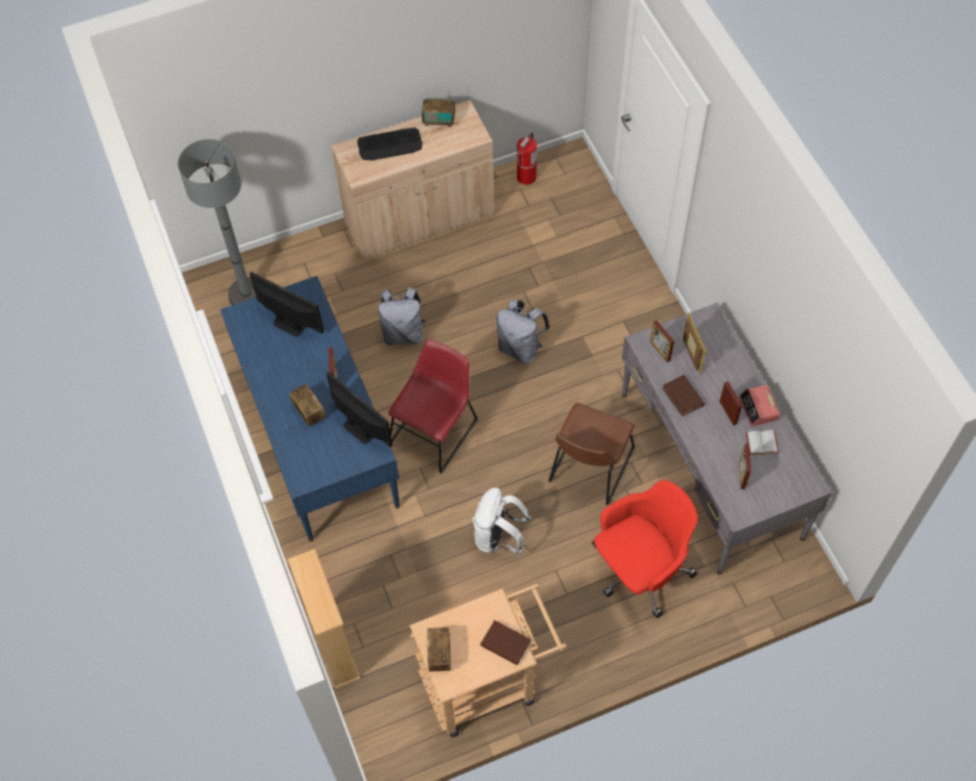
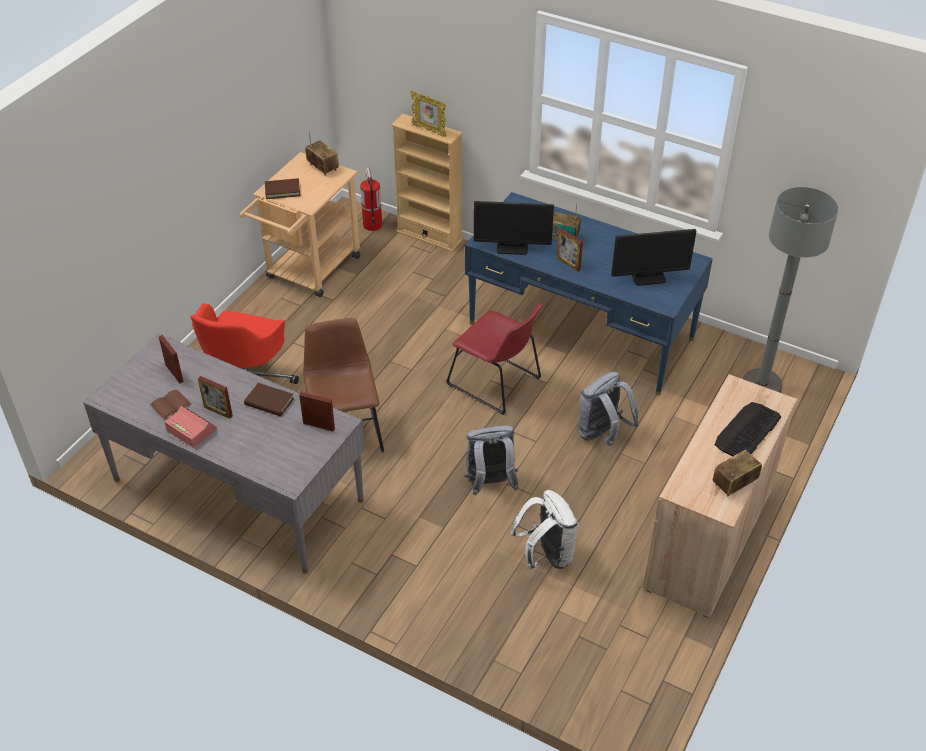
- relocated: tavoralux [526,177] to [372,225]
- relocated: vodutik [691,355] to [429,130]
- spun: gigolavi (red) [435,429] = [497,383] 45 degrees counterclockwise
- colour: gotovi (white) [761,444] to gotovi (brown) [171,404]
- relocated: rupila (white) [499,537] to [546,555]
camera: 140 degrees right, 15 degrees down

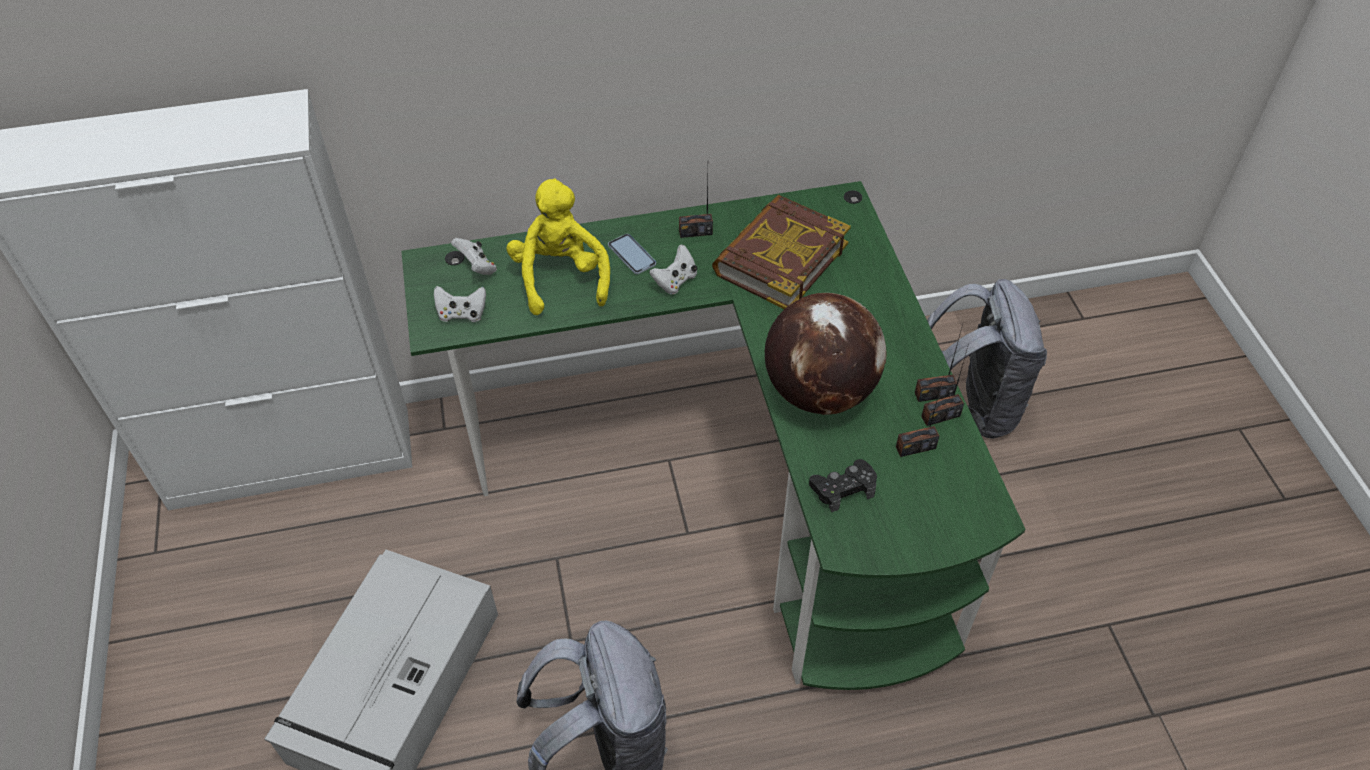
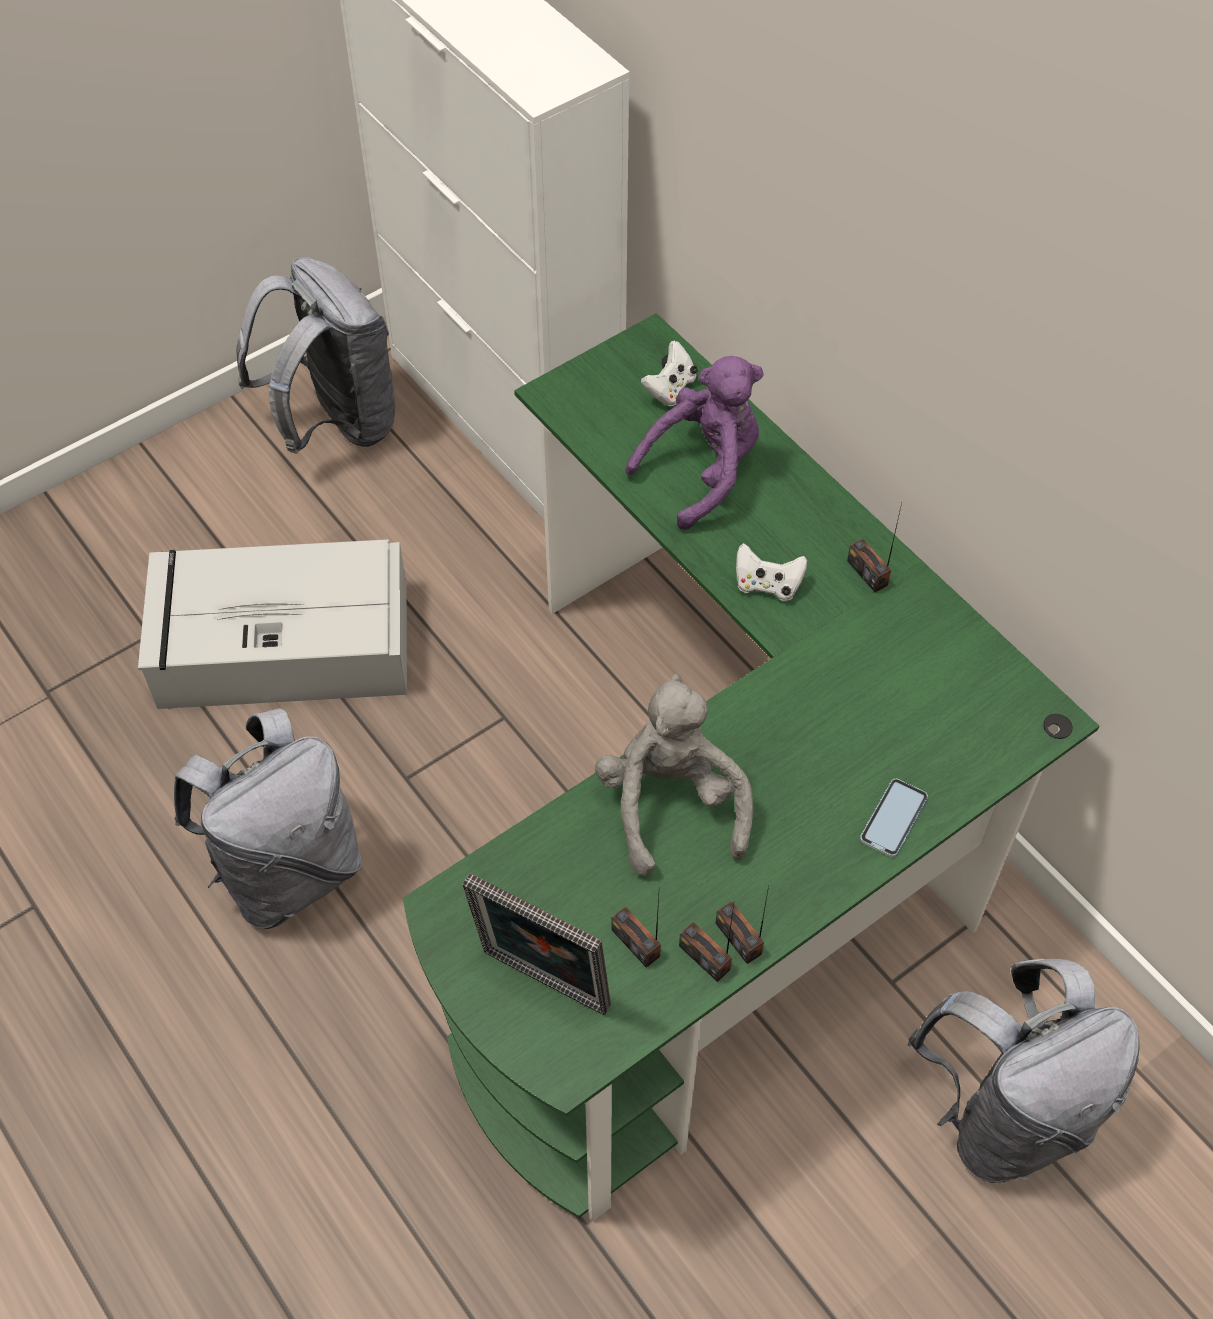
- colour: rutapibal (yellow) [561,277] to rutapibal (purple) [703,471]
- missing: gotovi [780,259]
- relocated: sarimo [632,255] to [893,818]
- missing: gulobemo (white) [462,314]
- exchanged: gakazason [819,391] to rutapibal (grey) [671,804]
- missing: gulobemo (black) [843,488]
- appeared: rupila (grey) [335,423]
- appeared: vodutik [542,986]
camera: 65 degrees right, 5 degrees up

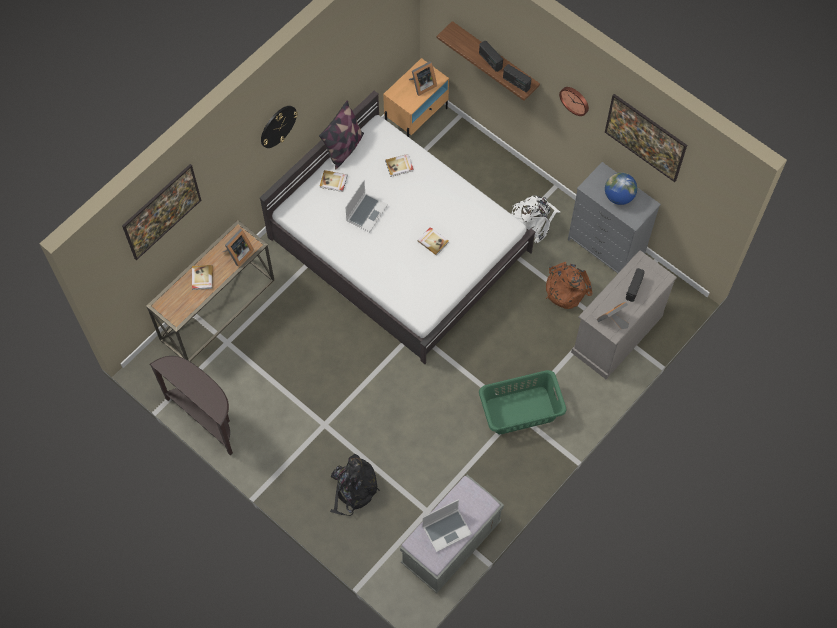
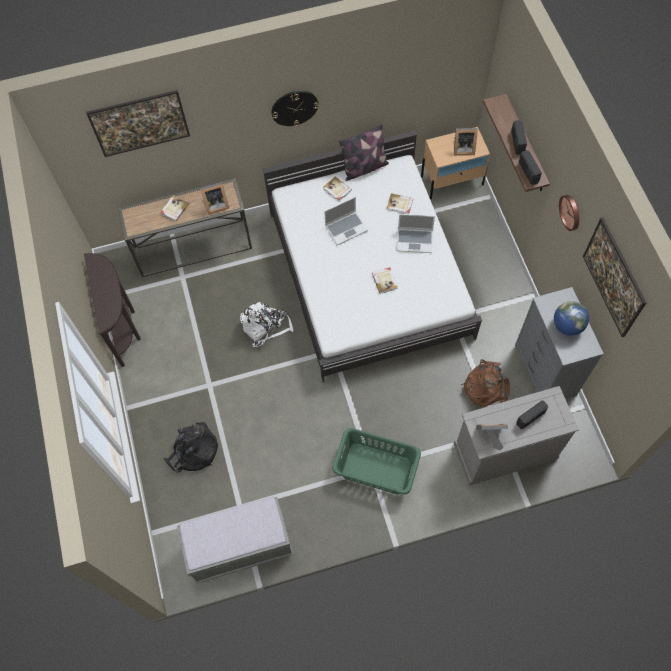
- relocated: rupila (white) [533,221] to [265,326]
- relocated: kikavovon [447,529] to [415,240]
camera: 35 degrees right, 0 degrees up

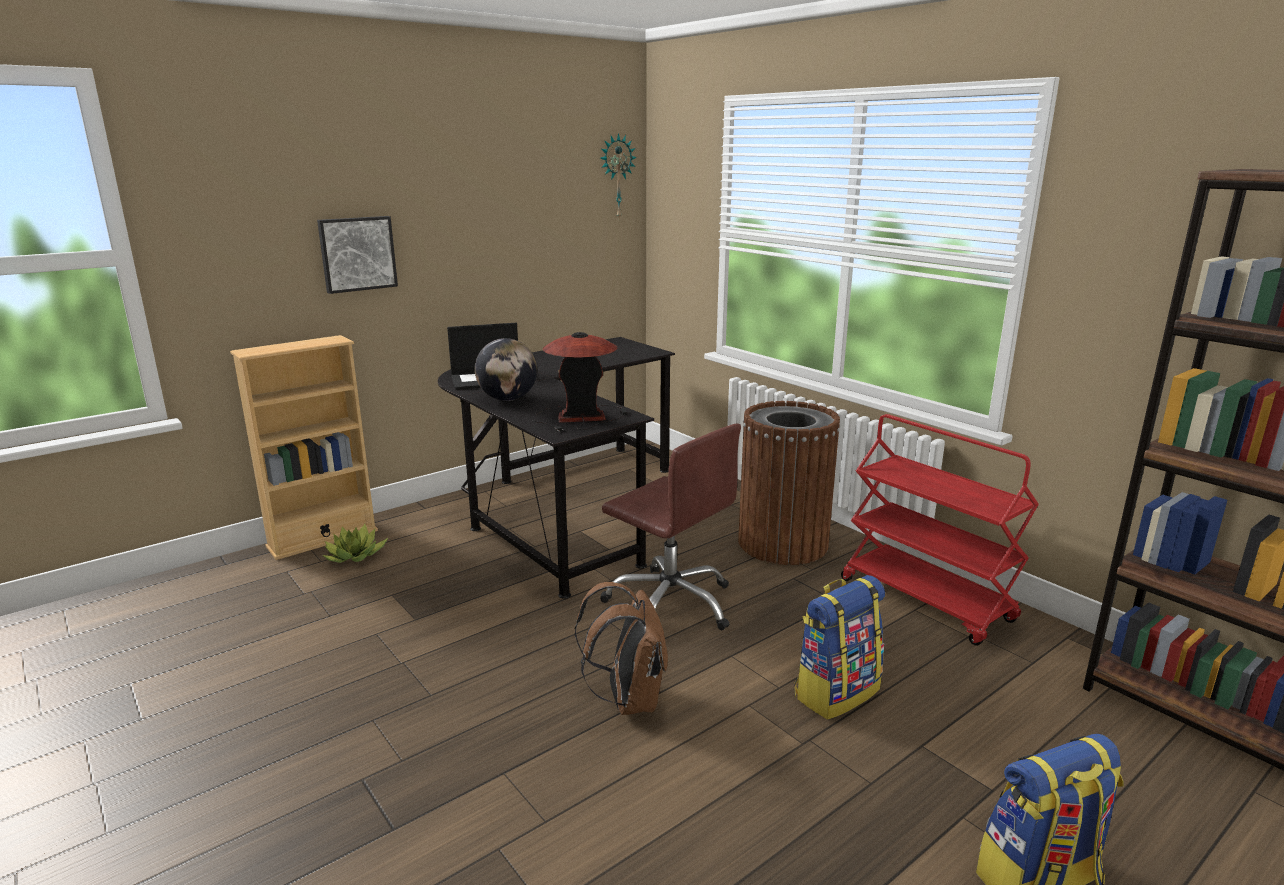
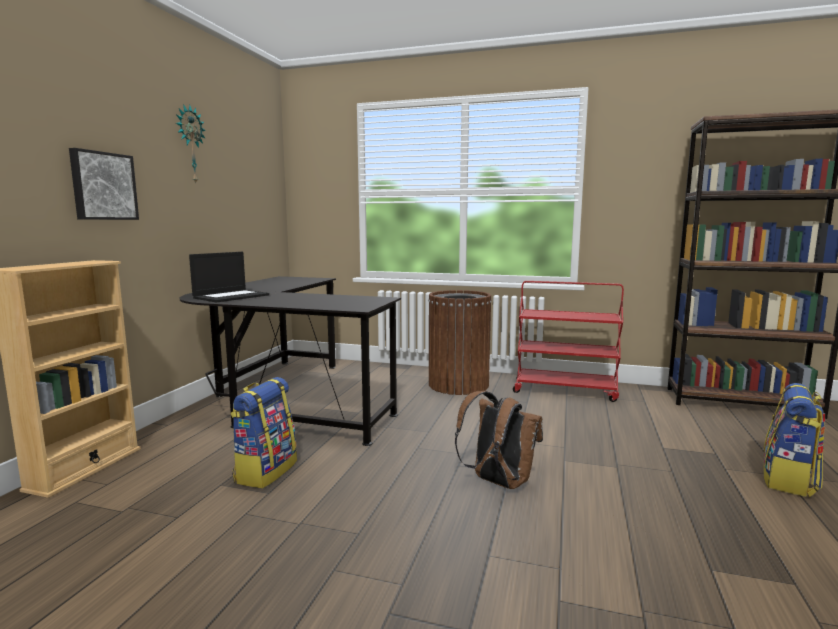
- relocated: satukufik [616,177] to [189,144]
- missing: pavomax [580,417]
- missing: gakazason [507,399]
- missing: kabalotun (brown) [670,603]
- missing: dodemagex [355,555]
- relocated: rupila [835,692] to [265,471]
camera: 35 degrees left, 10 degrees down

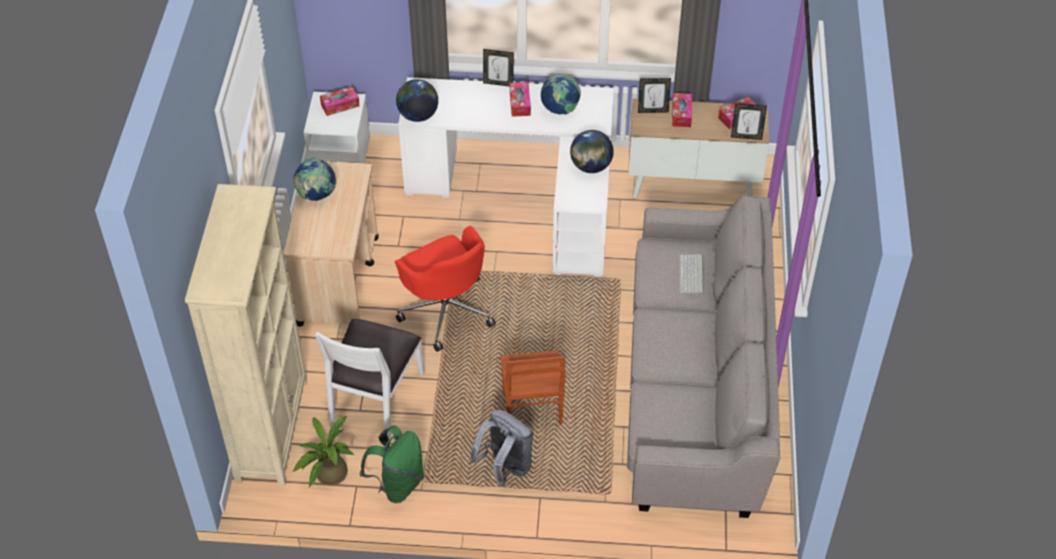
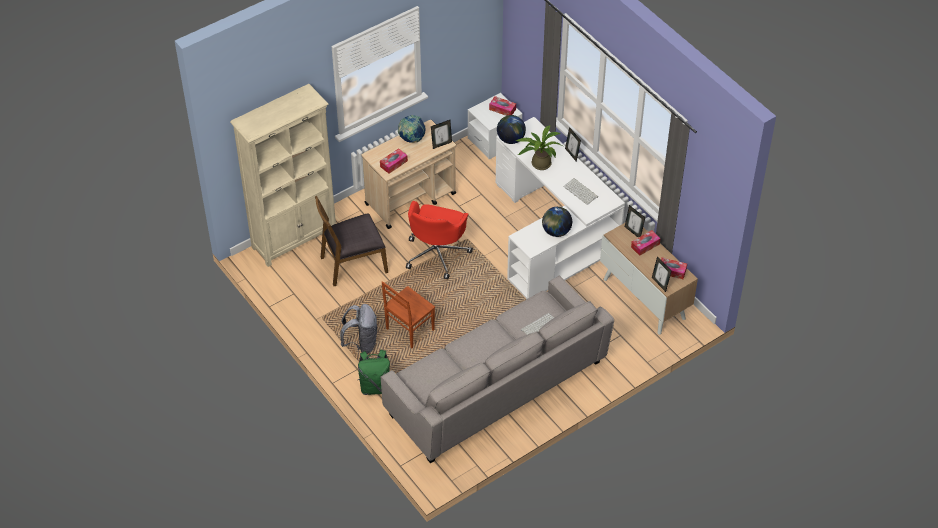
- exchanged: gakazason [560,109] to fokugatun [581,191]
- relocated: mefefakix [520,103] to [393,164]
- colour: gigolavi (white) [375,397] to gigolavi (brown) [353,264]
- relocated: dodemagex [328,475] to [538,163]
- relocated: rupila (green) [398,484] to [375,386]
- appeared: vodutik [441,144]
camera: 50 degrees right, 0 degrees up

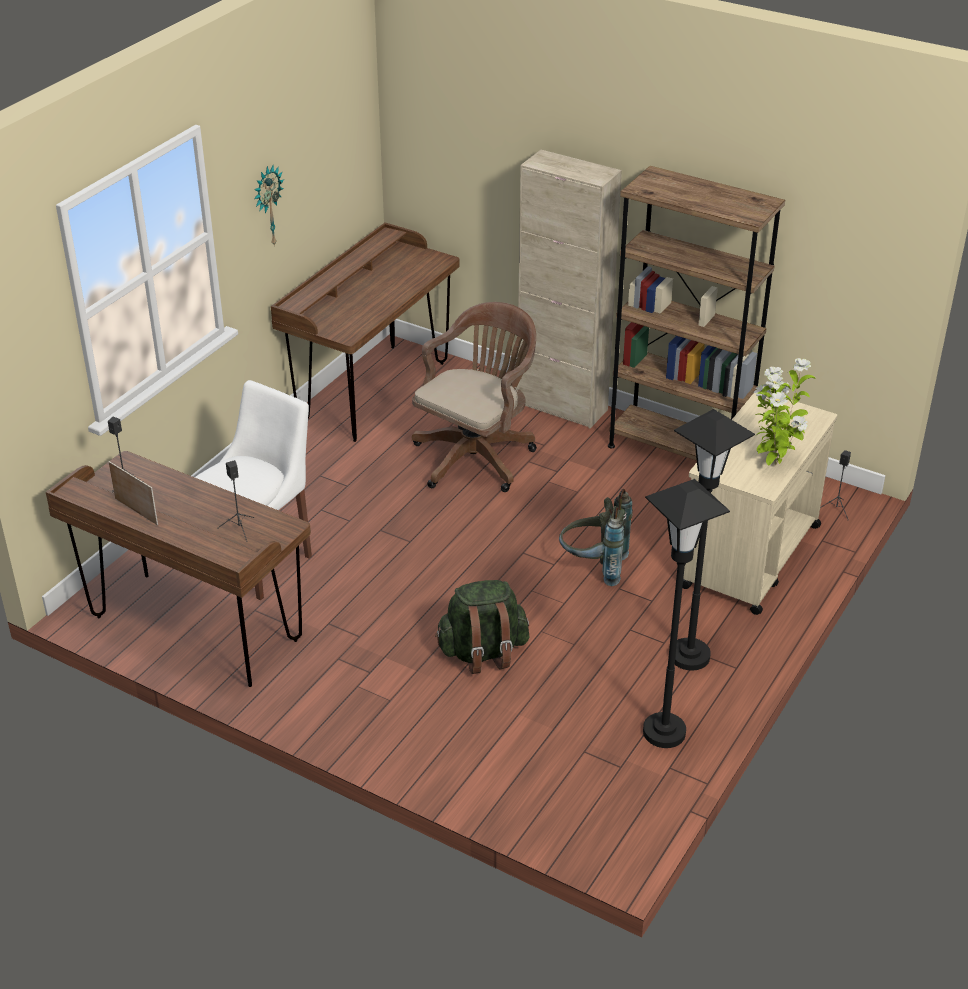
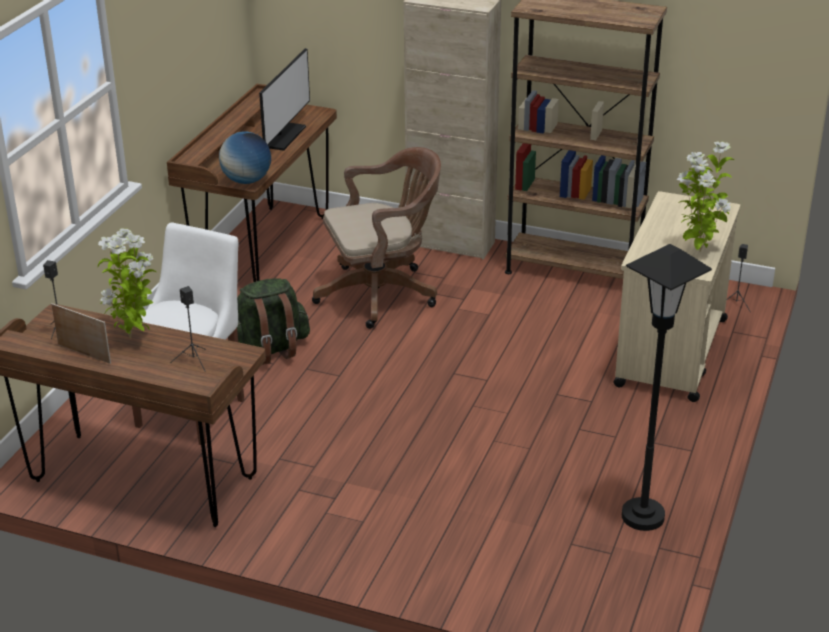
- missing: satukufik [267,206]
- spun: kabalotun (brown) [477,456] = [382,293] 45 degrees clockwise
- missing: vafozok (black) [689,656]
- missing: rupila (grey) [594,567]
- relocated: rupila (green) [483,653] to [270,349]
- appeared: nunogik [283,136]
- appeared: gakazason [246,181]
- appeared: dodemagex [132,338]
camera: 10 degrees left, 5 degrees down

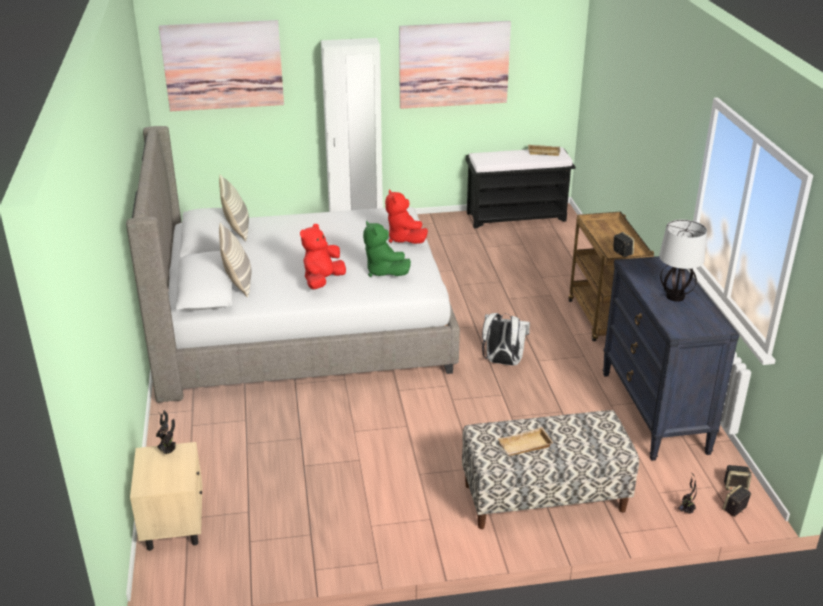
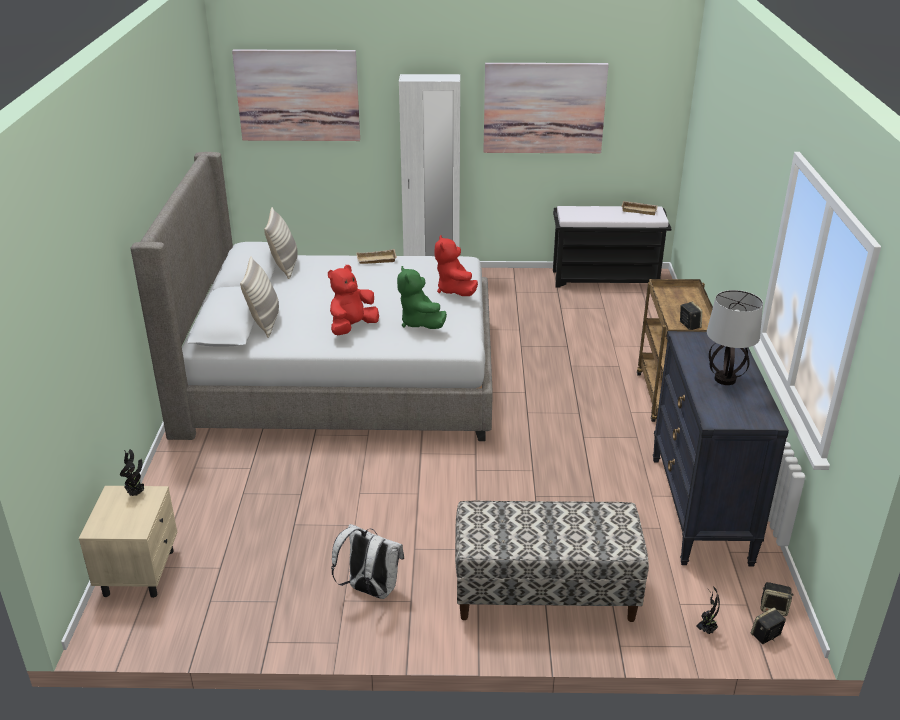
- relocated: rupila (white) [502,362] to [370,590]
- relocated: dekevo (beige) [524,447] to [376,260]
camera: 10 degrees right, 0 degrees up

